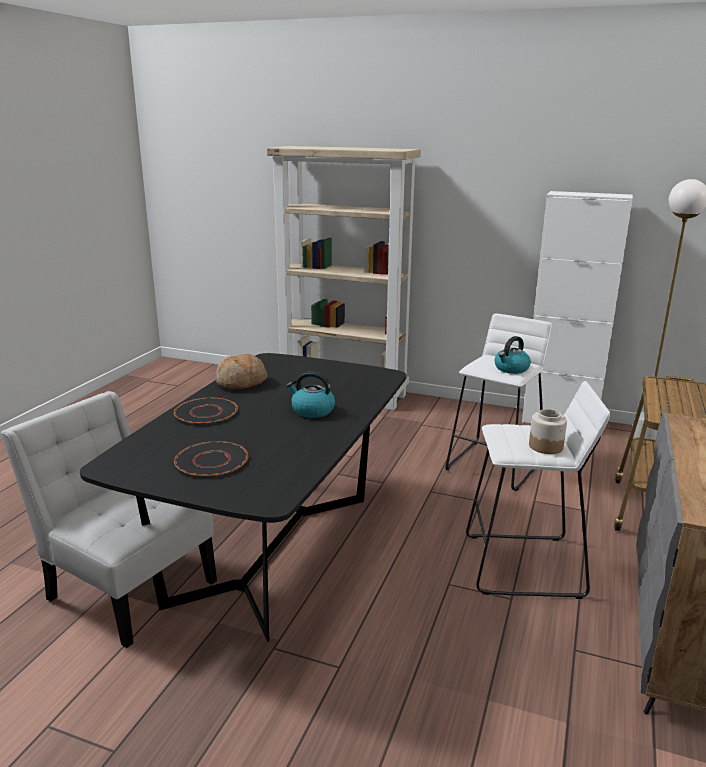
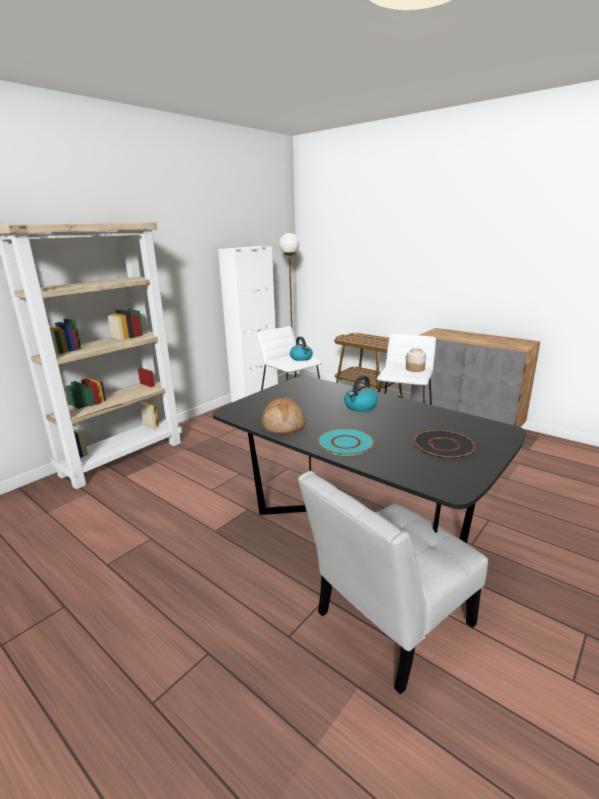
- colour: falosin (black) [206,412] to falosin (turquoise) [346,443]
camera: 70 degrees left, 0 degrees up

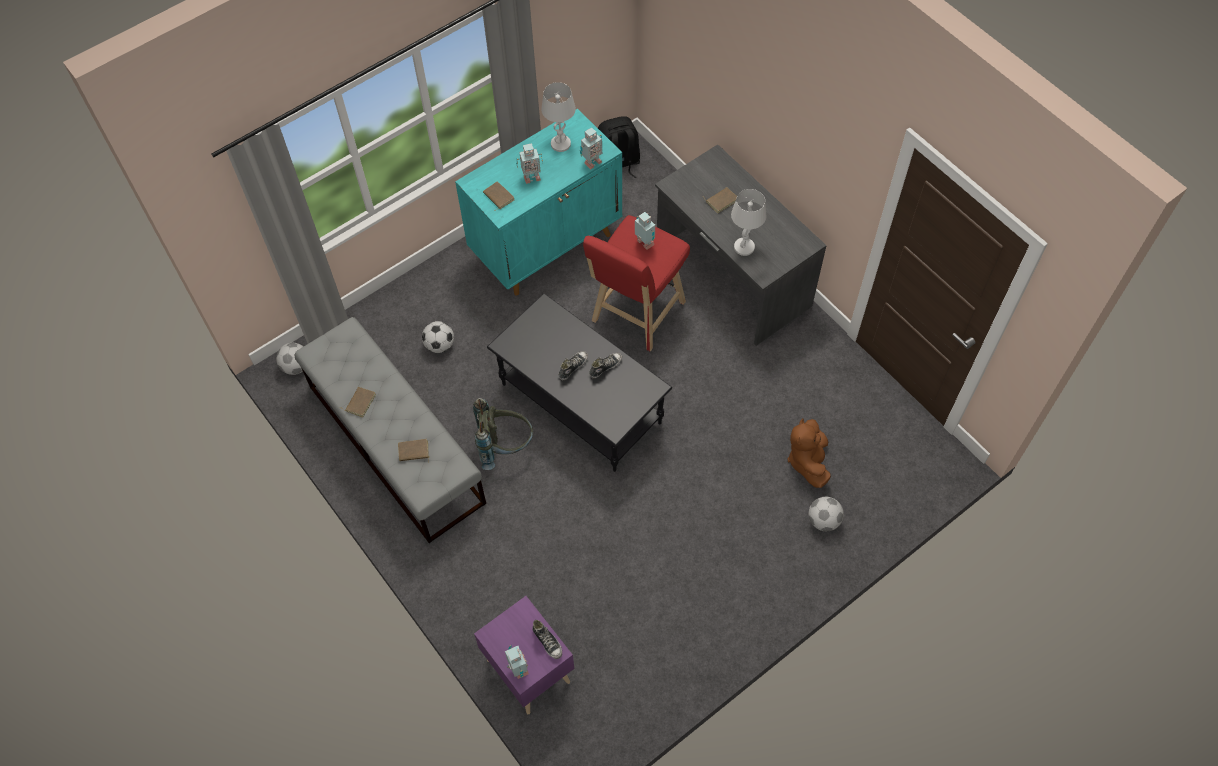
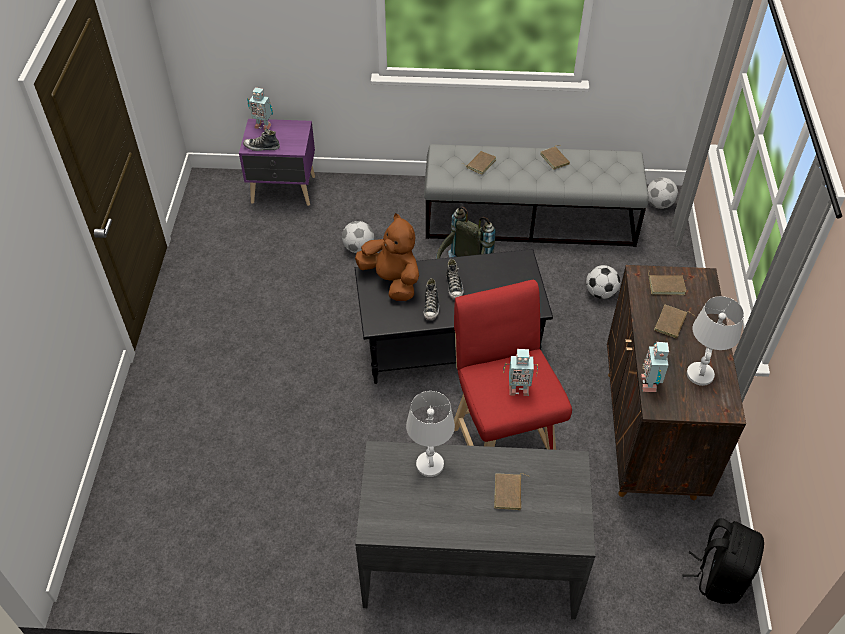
- colour: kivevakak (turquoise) [547,245] to kivevakak (brown) [650,434]
- exchanged: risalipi [531,177] to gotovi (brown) [671,323]
- relocated: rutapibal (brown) [808,461] to [392,280]
- relocated: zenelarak [823,520] to [358,248]
camera: 130 degrees right, 10 degrees down

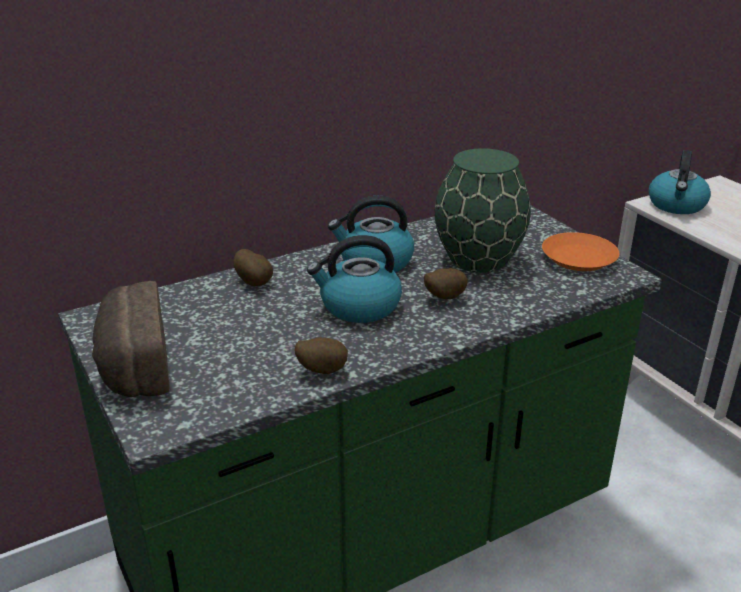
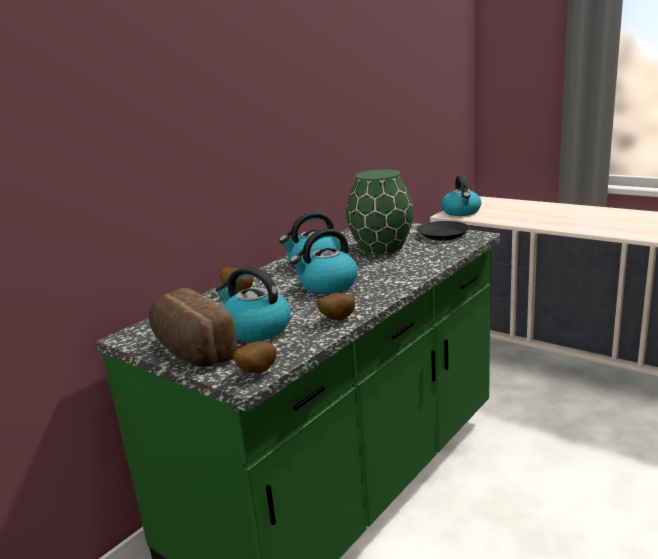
- colour: falosin (orange) [579,258] to falosin (black) [443,235]
- relocated: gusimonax [443,297] to [256,372]
- appeared: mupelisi [255,329]
camera: 20 degrees left, 10 degrees down

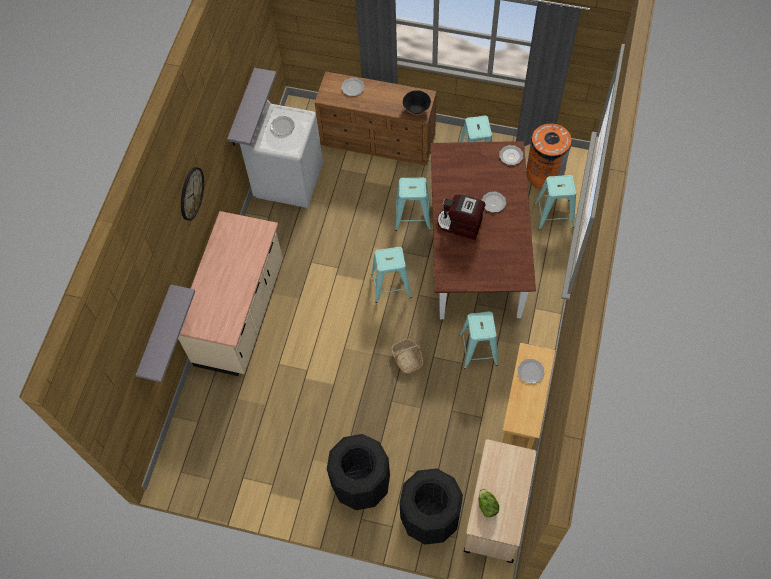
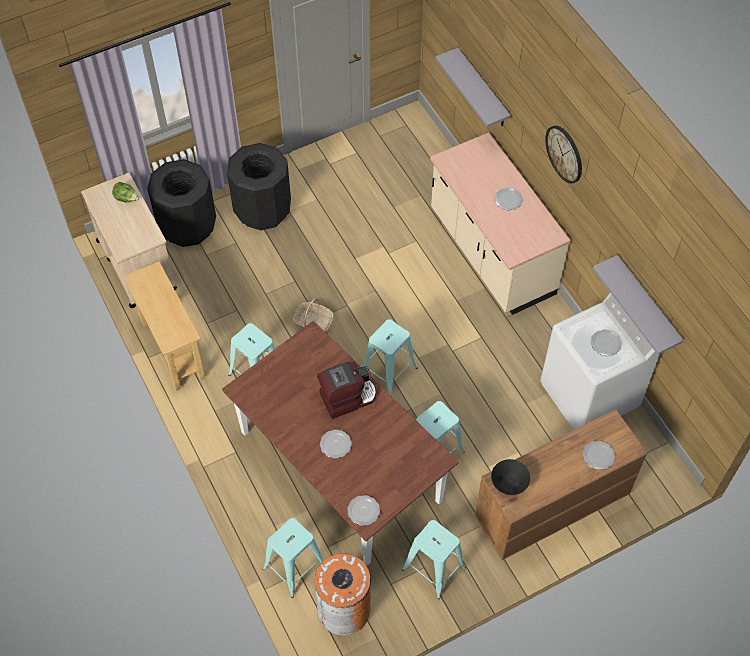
- relocated: falosin [530,372] to [508,199]
camera: 135 degrees right, 5 degrees down

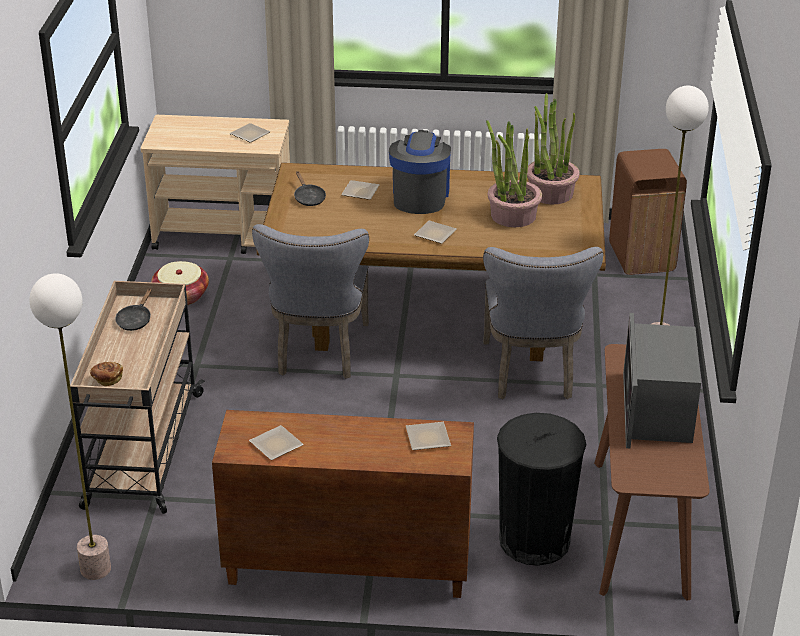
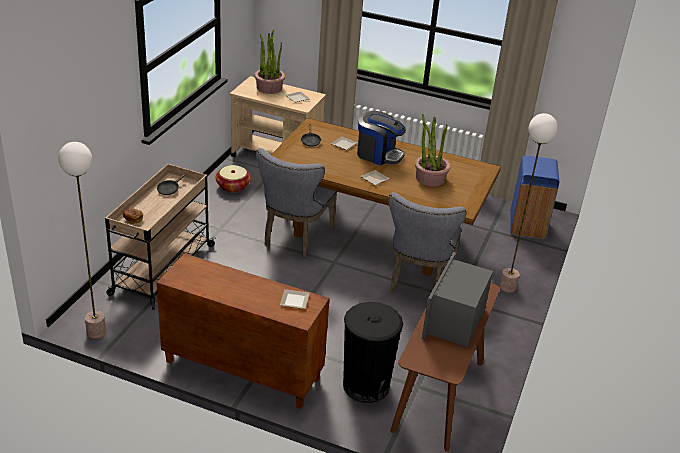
- relocated: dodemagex [550,193] to [269,88]
- spun: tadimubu [420,196] = [378,154] 90 degrees clockwise
- colour: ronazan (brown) [641,258] to ronazan (blue) [526,227]
- missing: falosin [276,446]
camera: 15 degrees right, 0 degrees up

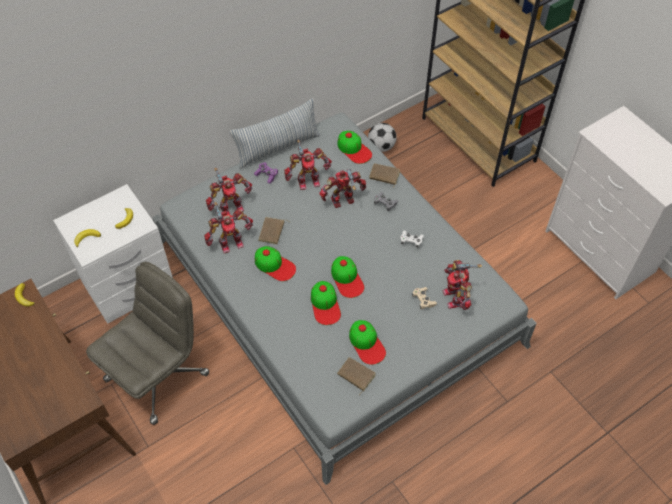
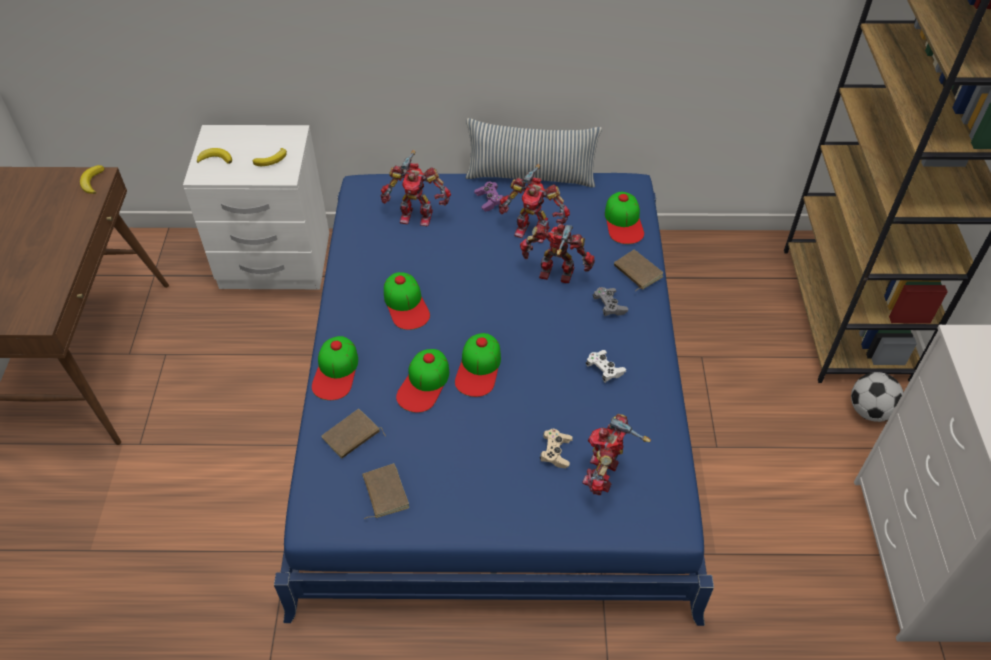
- colour: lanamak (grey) [336,293] to lanamak (blue) [495,399]
- relocated: zenelarak [381,146] to [870,411]
- missing: risalipi [230,242]
- relocated: gotovi (brown) [272,232] to [352,436]
- missing: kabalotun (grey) [158,375]
- relocated: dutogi [367,343] to [336,371]
camera: 35 degrees right, 5 degrees down

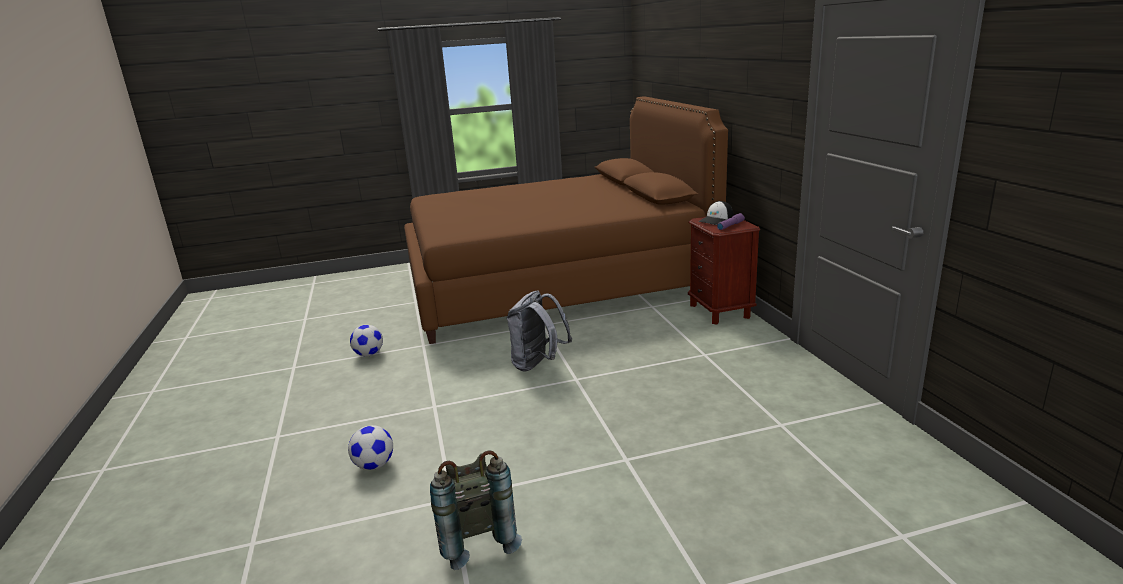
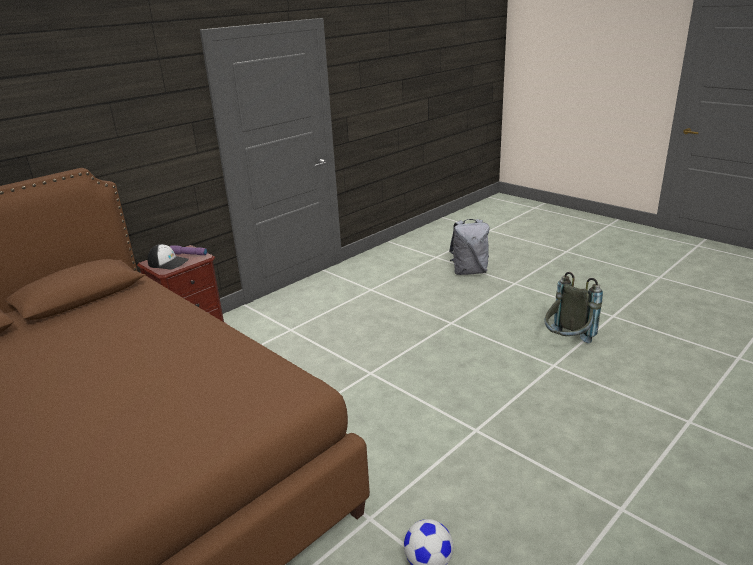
- relocated: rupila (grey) [538,364] to [469,271]
- missing: zenelarak [374,465]
camera: 120 degrees left, 5 degrees up

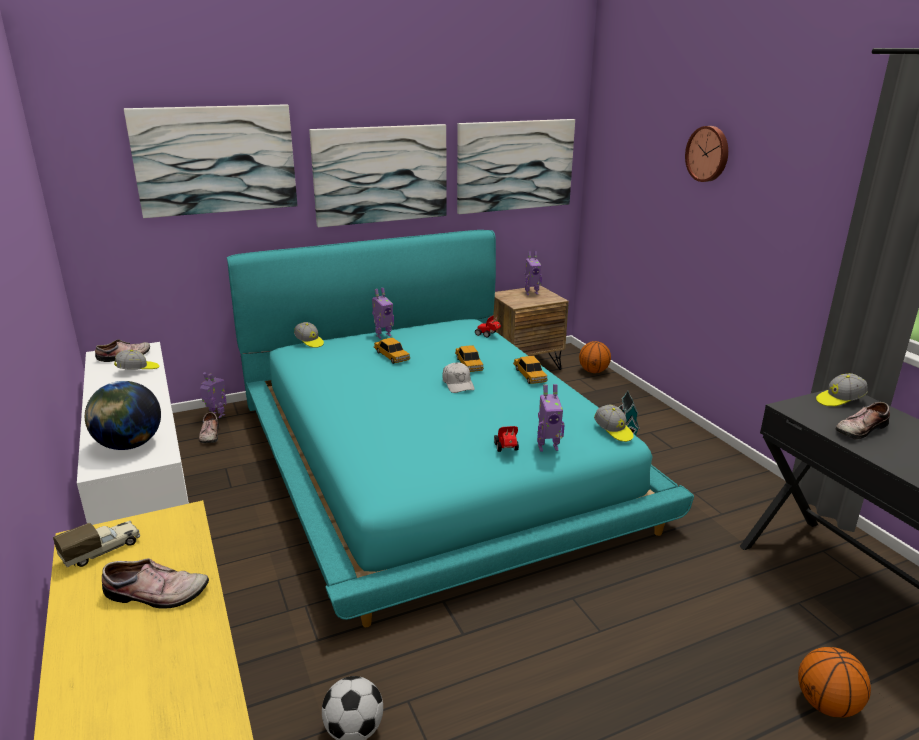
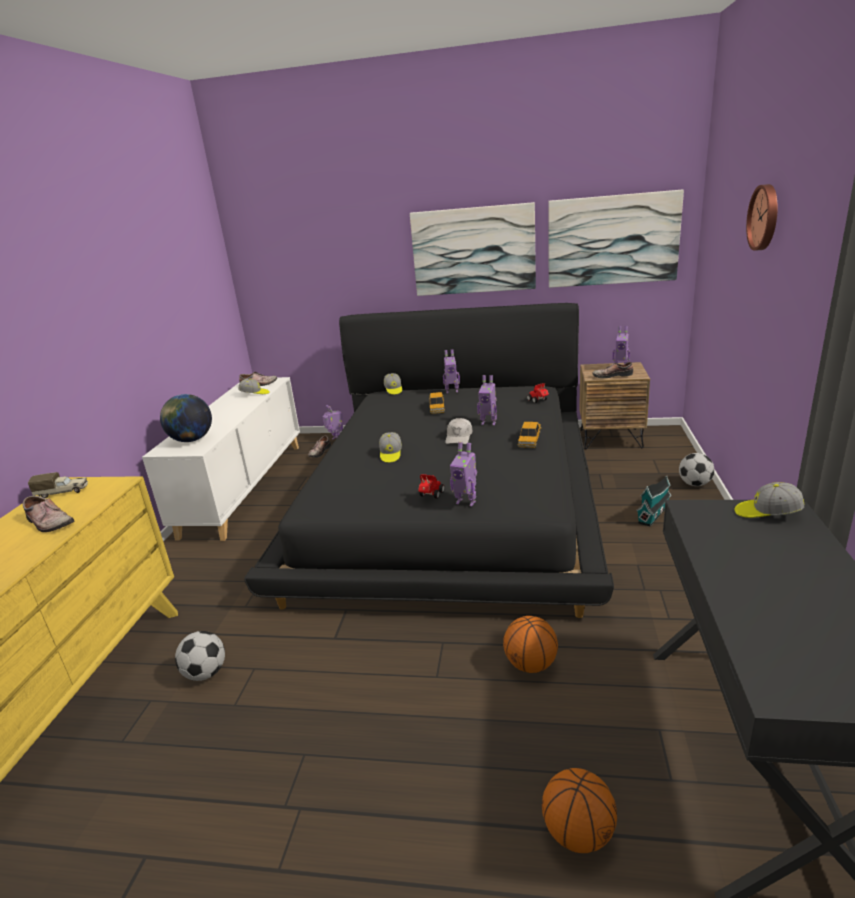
- missing: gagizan [215,160]
- colour: lanamak (turquoise) [432,458] to lanamak (black) [449,501]
- relocated: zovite [593,371] to [531,664]
- exchanged: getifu [469,364] to risalipi [488,423]
- relocated: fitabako [859,429] to [612,375]
- relocated: dutogi [613,431] to [391,454]
- appeared: zenelarak [695,484]
camera: 35 degrees right, 0 degrees up

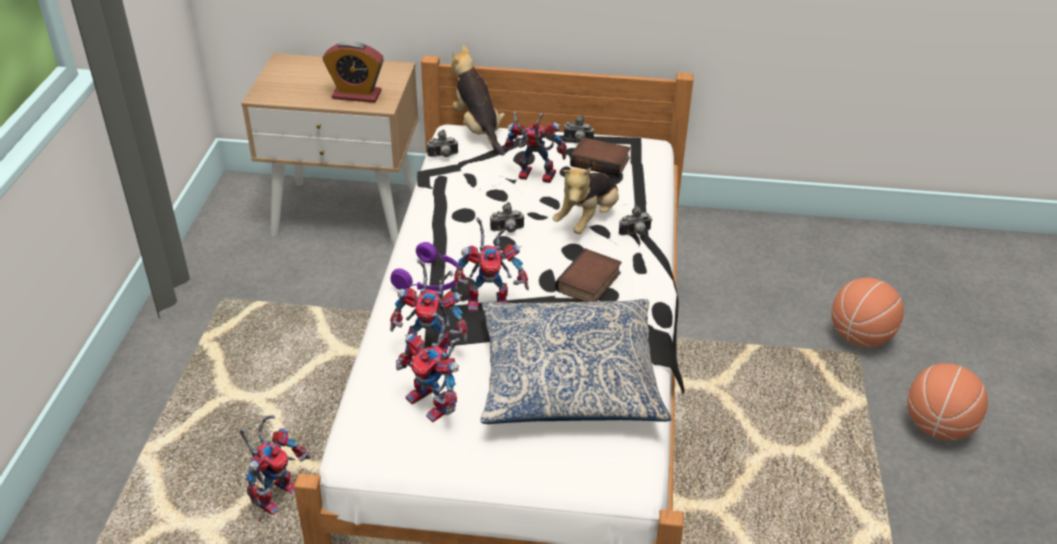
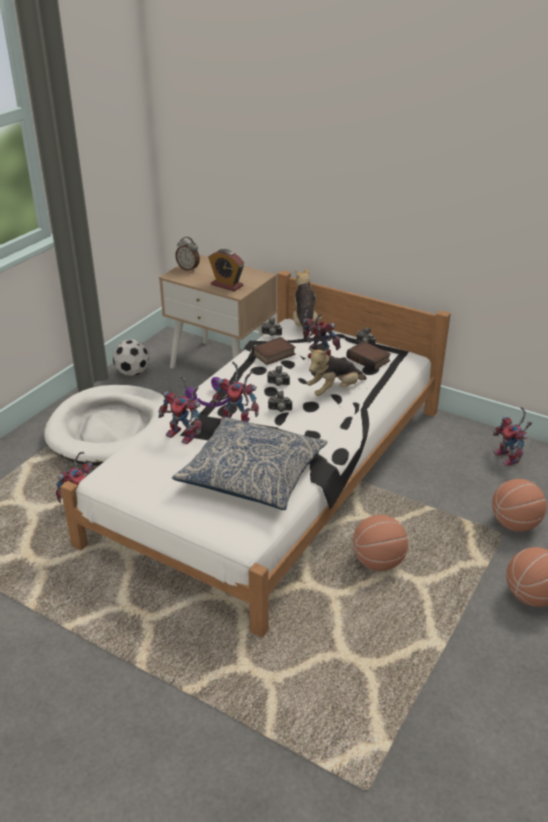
- relocated: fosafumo [636,233] to [279,410]
- relocated: gotovi [589,283] to [274,355]
- relocated: risalipi [436,404] to [509,459]
- appeared: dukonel [188,269]
- appeared: zenelarak [133,372]
- appeared: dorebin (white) [111,429]
- appeared: zovite [378,561]
camera: 25 degrees right, 5 degrees down

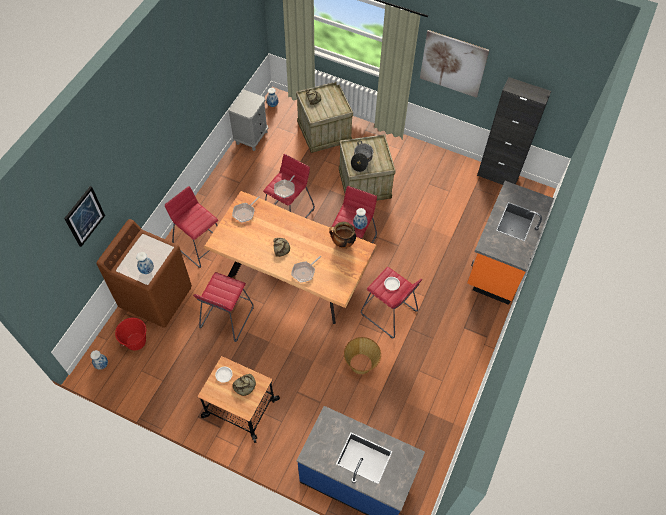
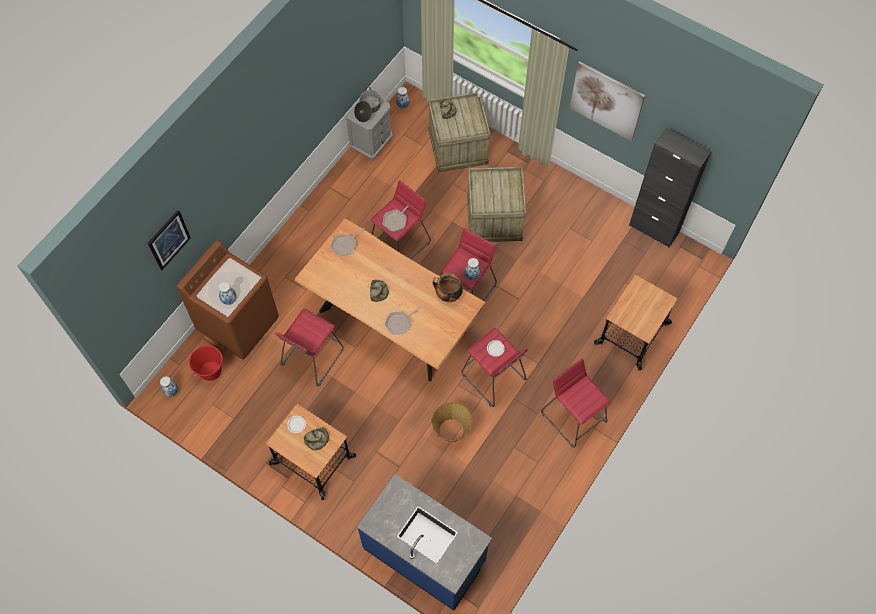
- relocated: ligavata [361,160] to [368,109]
- exchanged: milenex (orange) [499,261] to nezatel [632,334]
- relocated: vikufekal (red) [200,245] to [573,416]
camera: 10 degrees right, 5 degrees up

